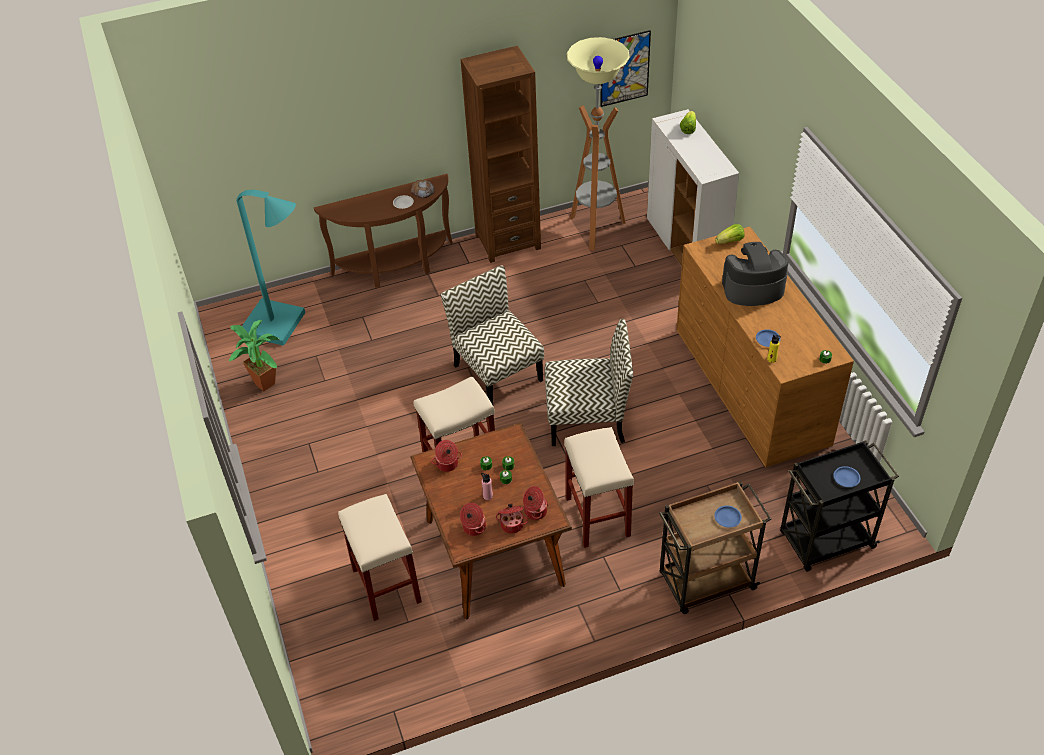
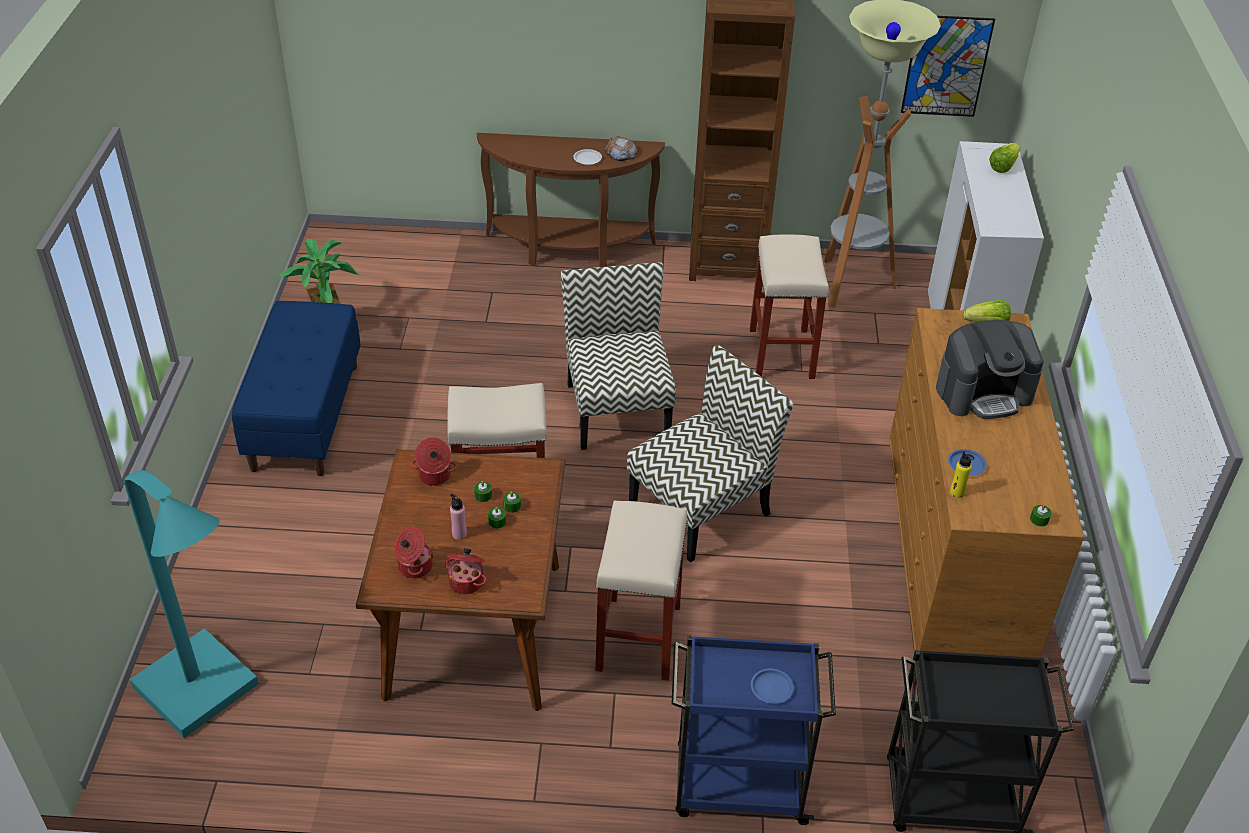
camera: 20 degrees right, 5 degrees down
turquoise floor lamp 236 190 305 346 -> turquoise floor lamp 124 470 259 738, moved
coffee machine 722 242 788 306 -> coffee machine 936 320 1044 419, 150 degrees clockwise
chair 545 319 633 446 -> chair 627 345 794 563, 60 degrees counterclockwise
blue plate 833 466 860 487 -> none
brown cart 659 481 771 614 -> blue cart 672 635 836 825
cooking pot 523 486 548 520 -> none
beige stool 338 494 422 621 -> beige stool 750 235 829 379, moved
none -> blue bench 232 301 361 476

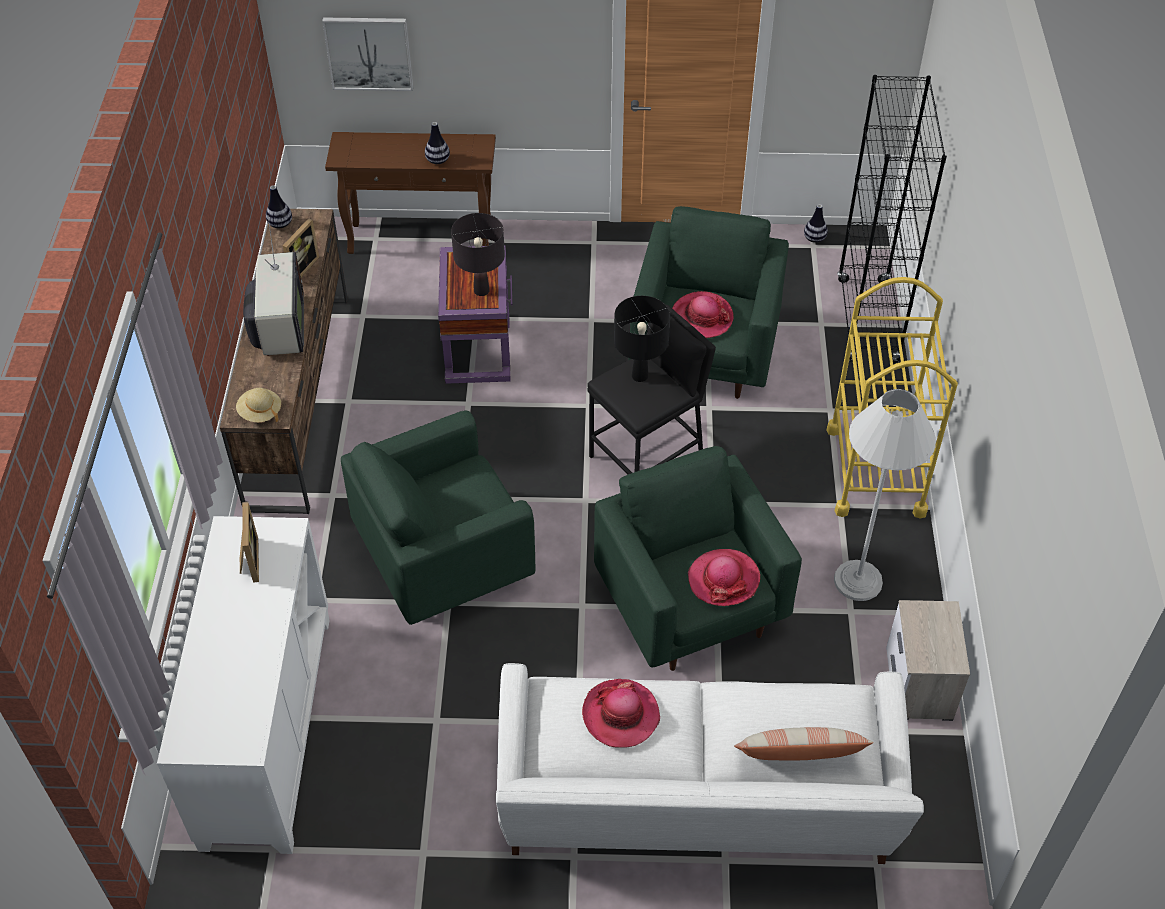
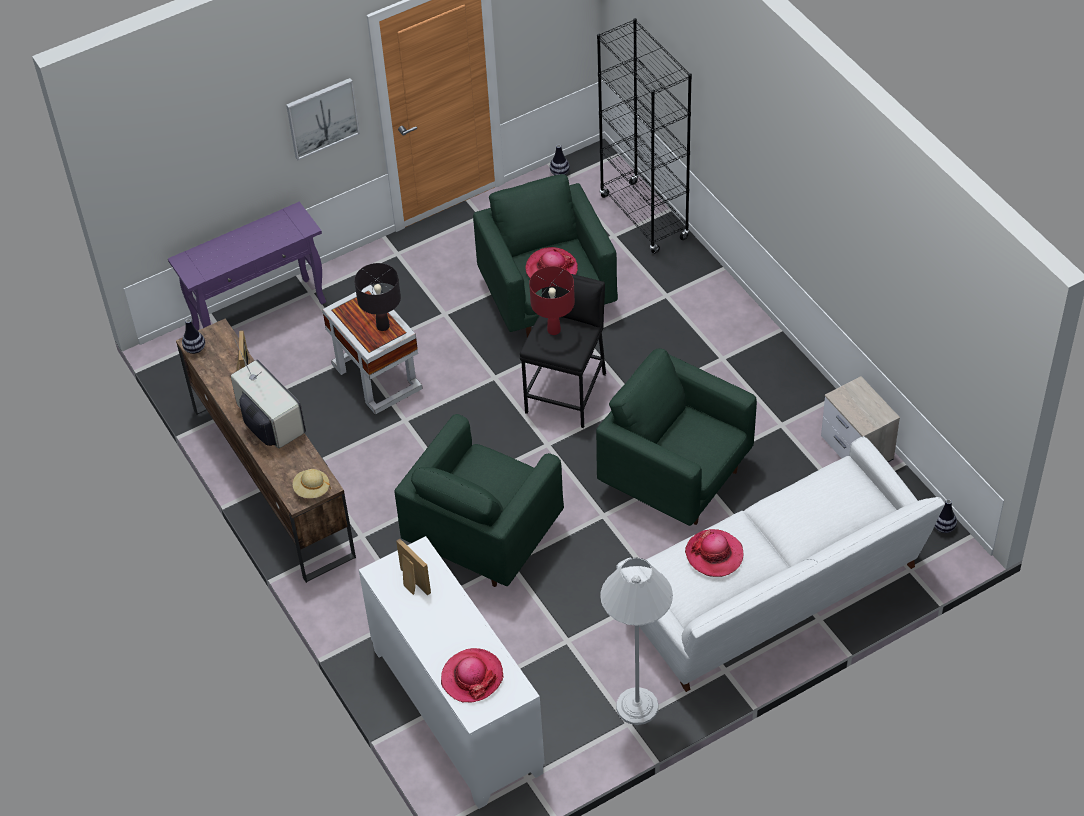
camera: 30 degrees left, 0 degrees up
picture 322 17 413 91 -> picture 286 78 360 160, moved
vase 425 122 450 164 -> vase 934 499 957 533, moved
brown console table 325 132 496 254 -> purple console table 168 202 326 331
purple side table 438 245 512 384 -> white side table 322 285 423 415
yellow cart 826 277 958 519 -> none
black table lamp 614 296 670 382 -> red table lamp 529 266 575 335
white floor lamp 834 389 936 601 -> white floor lamp 600 558 673 725, moved
hat 688 549 760 606 -> hat 441 648 504 703, moved
pillow 734 727 873 761 -> none

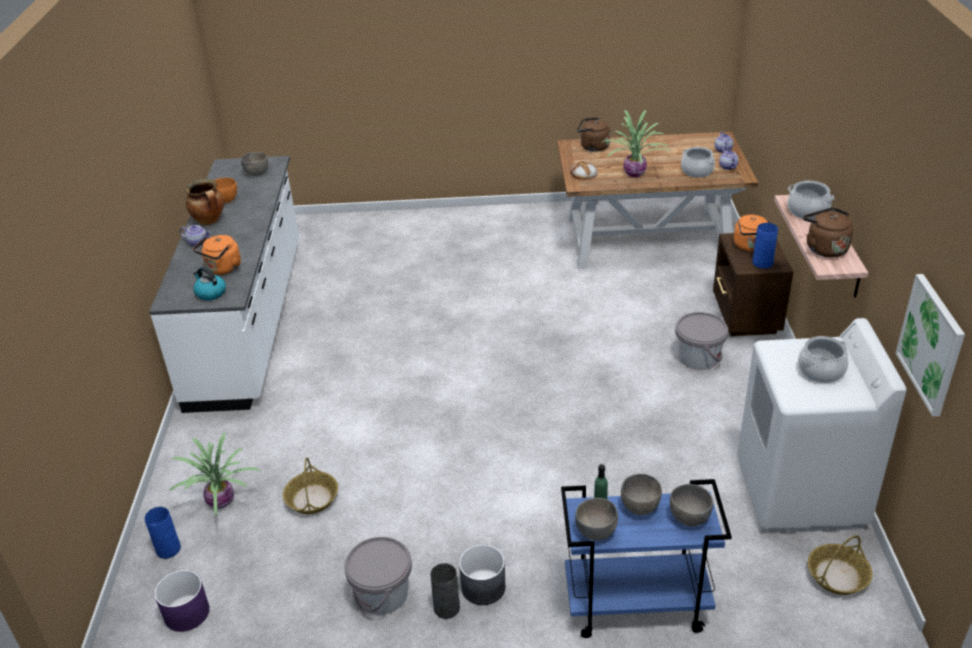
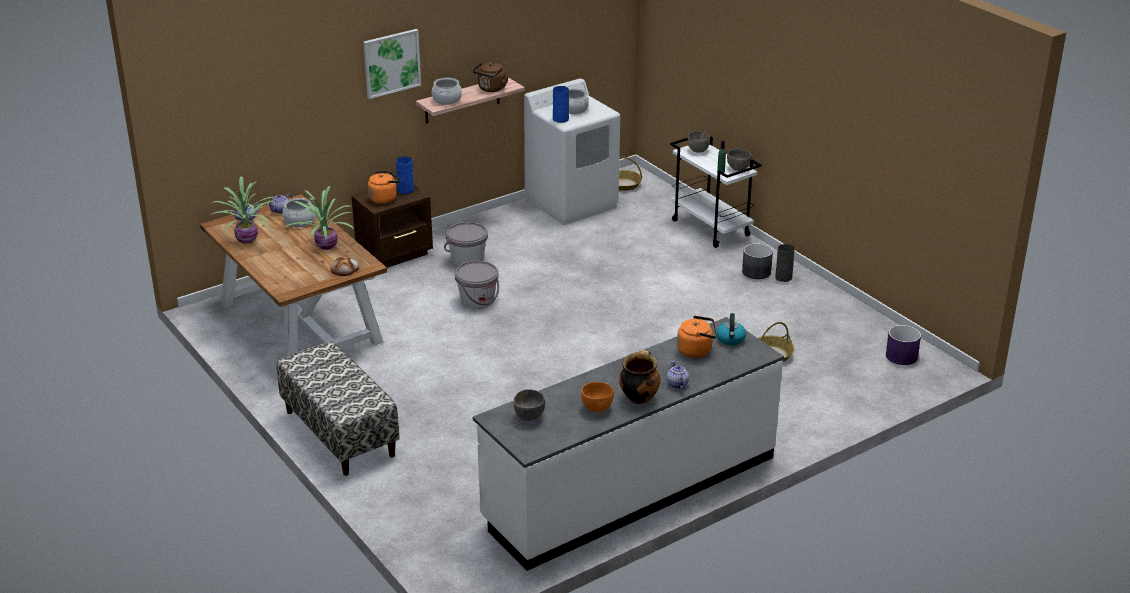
camera: 125 degrees left, 5 degrees down
brown kettle 577 117 610 152 -> none
picture 896 274 965 417 -> picture 363 29 421 99, moved
potted plant 169 432 261 515 -> potted plant 211 176 274 244, moved
grey bowl 621 474 662 515 -> none
blue cart 561 479 732 638 -> white cart 670 136 762 248
blue vase 145 507 181 559 -> blue vase 553 86 569 123, moved
grey bucket 344 537 412 615 -> grey bucket 455 261 499 309, moved
none -> bench 277 341 400 476

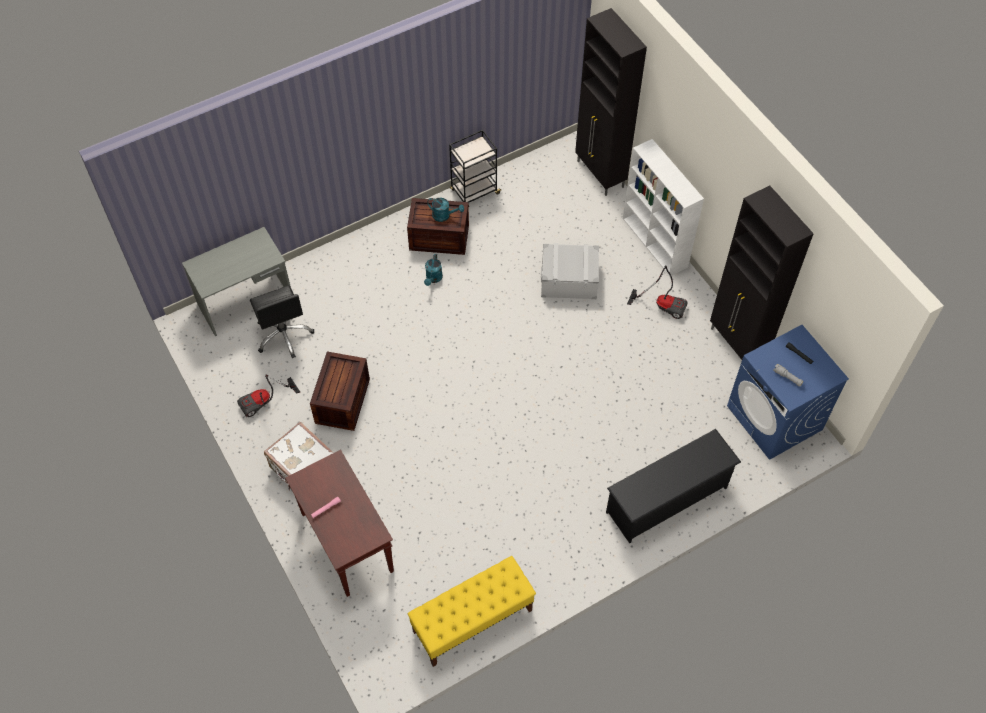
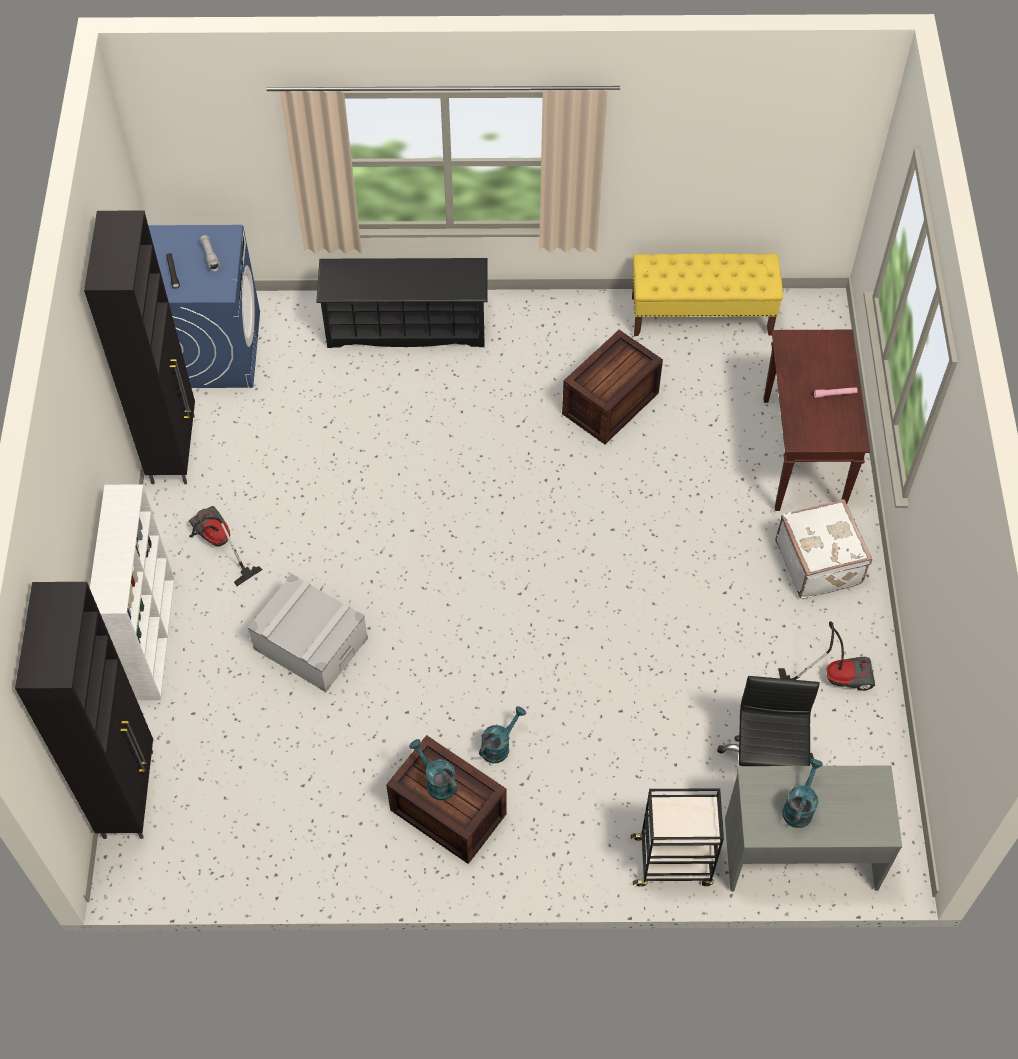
camera: 150 degrees left, 0 degrees up
black cart 449 130 502 207 -> black cart 631 788 724 887, moved
crate 310 352 370 431 -> crate 562 330 663 444, moved
none -> turquoise watering can 782 759 823 828

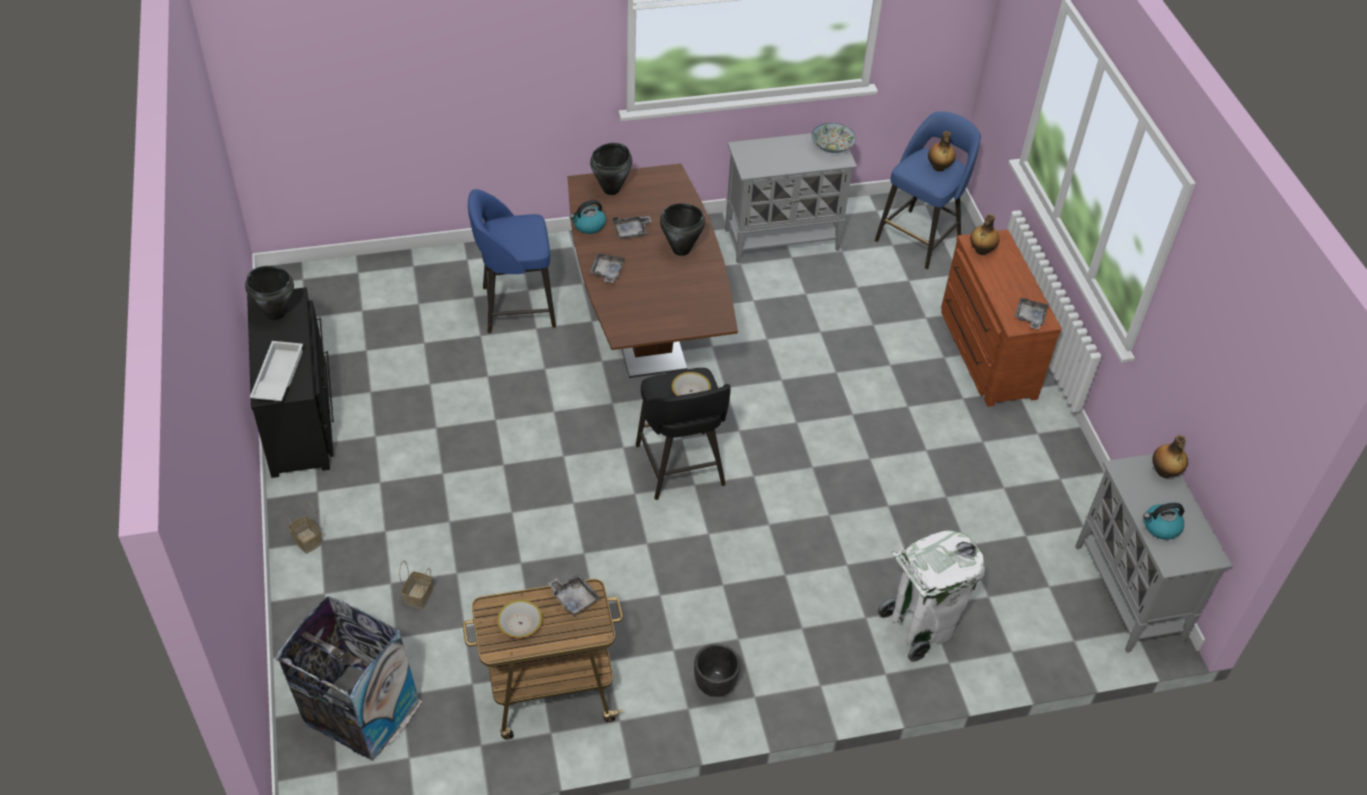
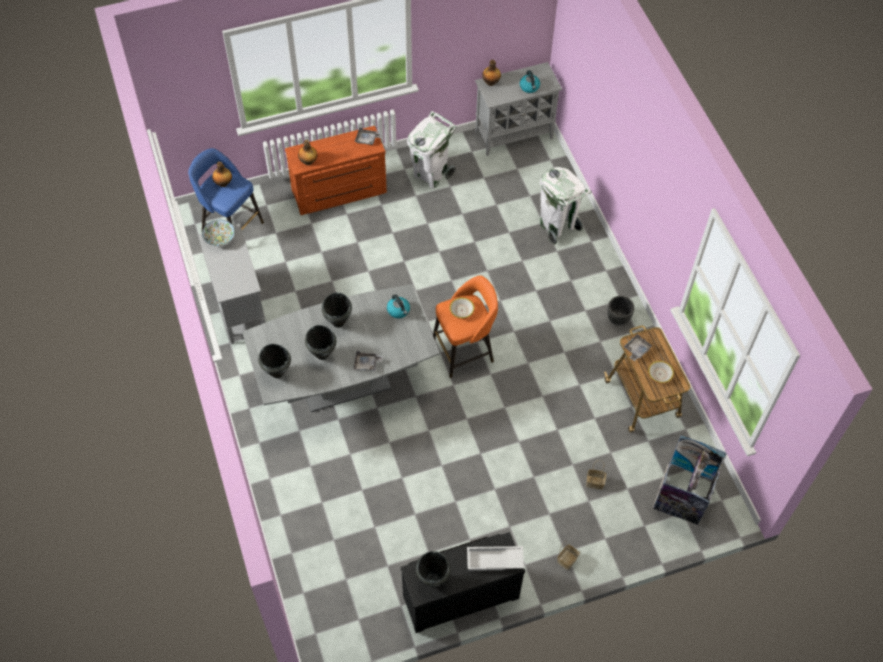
camera: 95 degrees left, 10 degrees up
brown dining table 568 163 738 378 -> grey dining table 242 284 440 412
blue stool 468 189 556 333 -> none
kettle 570 200 606 234 -> kettle 387 294 410 318, moved
grey tray 613 215 652 239 -> black cooking pot 305 325 336 360
black stool 636 368 731 500 -> orange stool 433 275 498 378
none -> white trash can 407 111 456 189

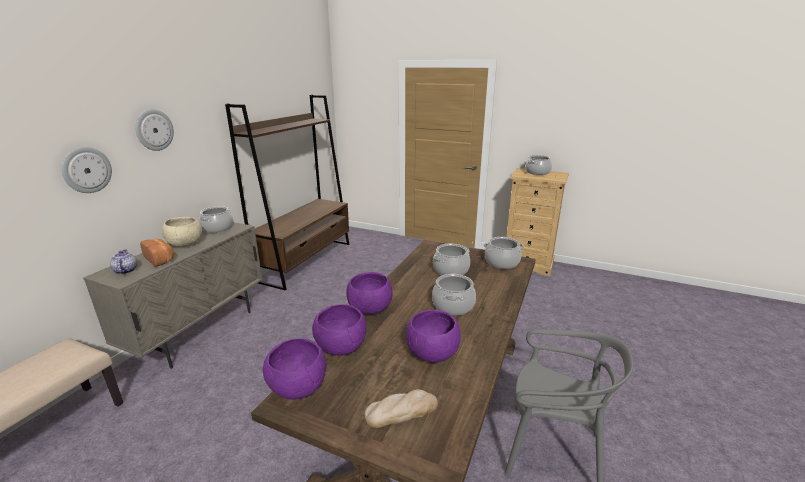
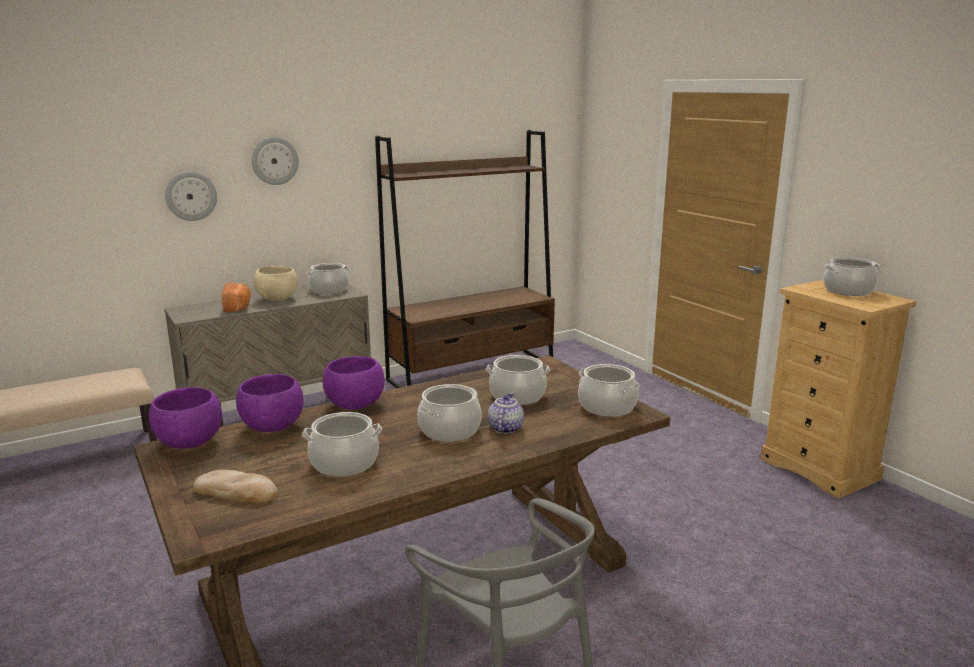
camera: 35 degrees right, 5 degrees down
teapot 110 249 137 274 -> teapot 488 393 524 434, moved
purple bowl 406 310 461 363 -> cooking pot 302 412 382 476

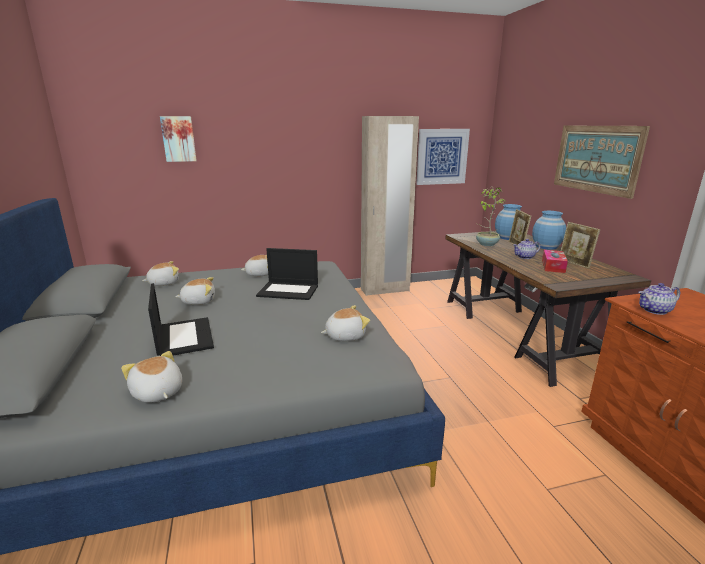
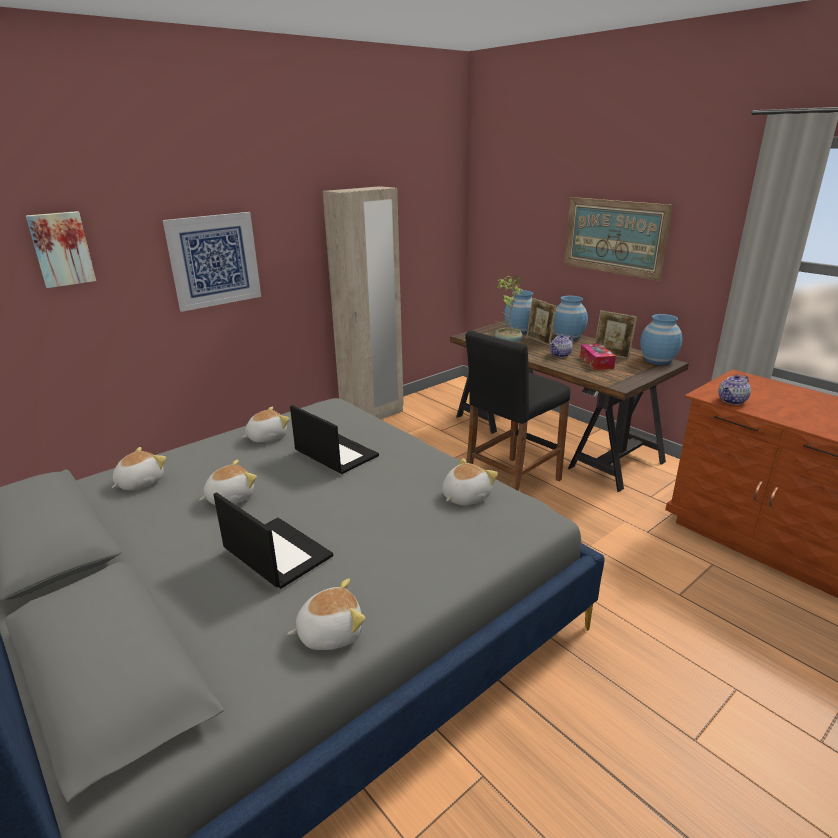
camera: 25 degrees left, 5 degrees up
picture 416 129 470 185 -> picture 163 212 261 312, moved
laptop 256 248 318 300 -> laptop 290 405 379 474, 120 degrees counterclockwise
plush toy 121 351 182 403 -> plush toy 287 579 365 650, 135 degrees clockwise
none -> blue vase 640 314 683 365
none -> black stool 465 330 570 491

